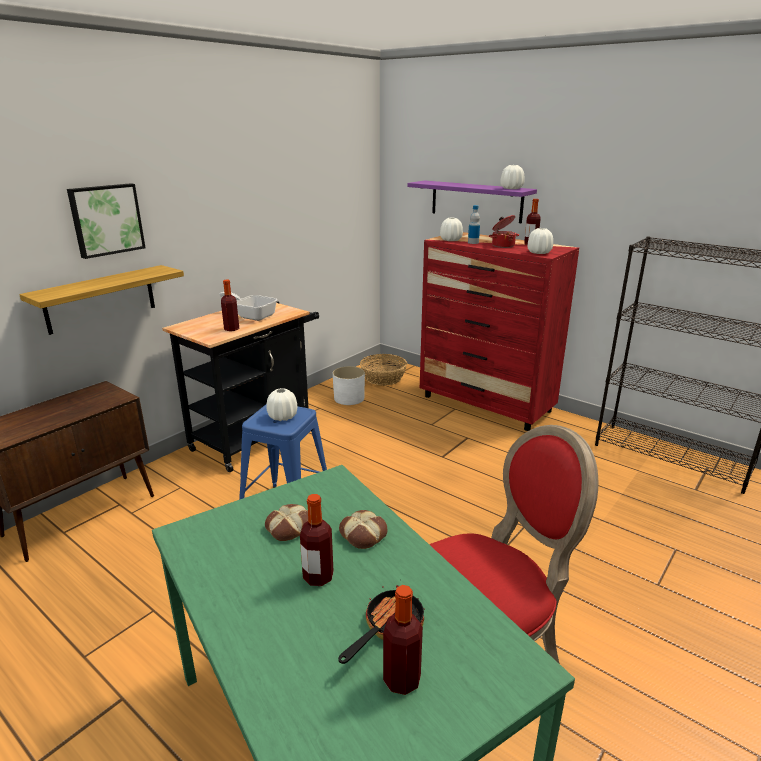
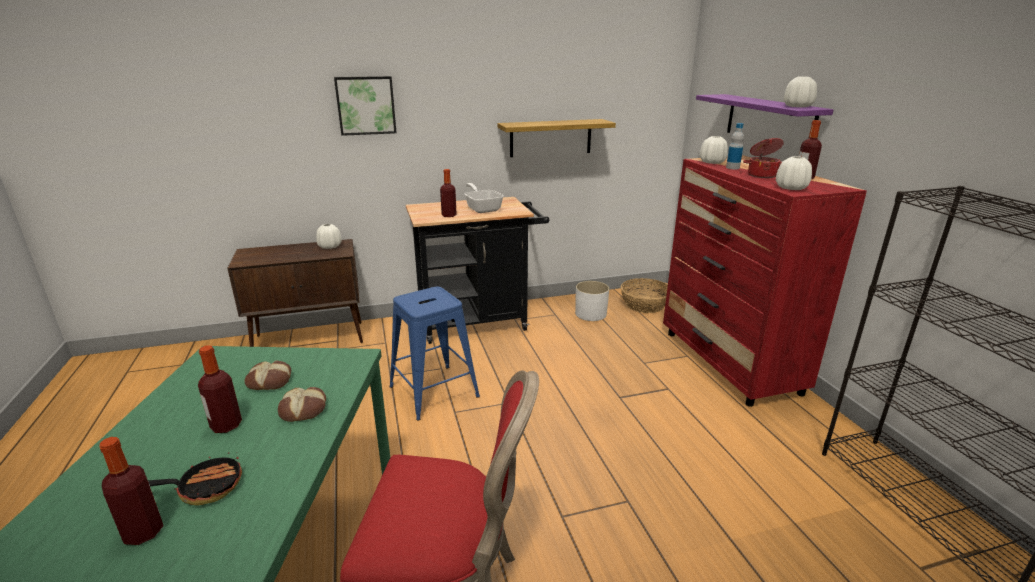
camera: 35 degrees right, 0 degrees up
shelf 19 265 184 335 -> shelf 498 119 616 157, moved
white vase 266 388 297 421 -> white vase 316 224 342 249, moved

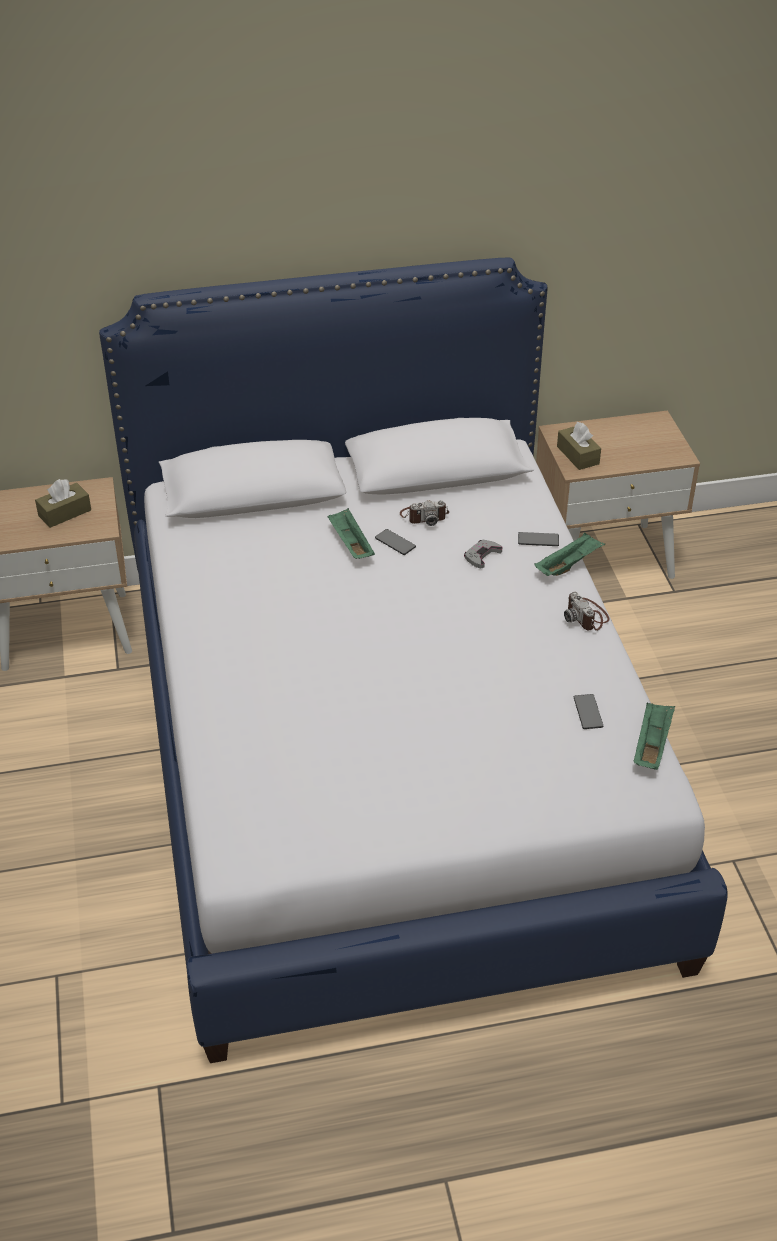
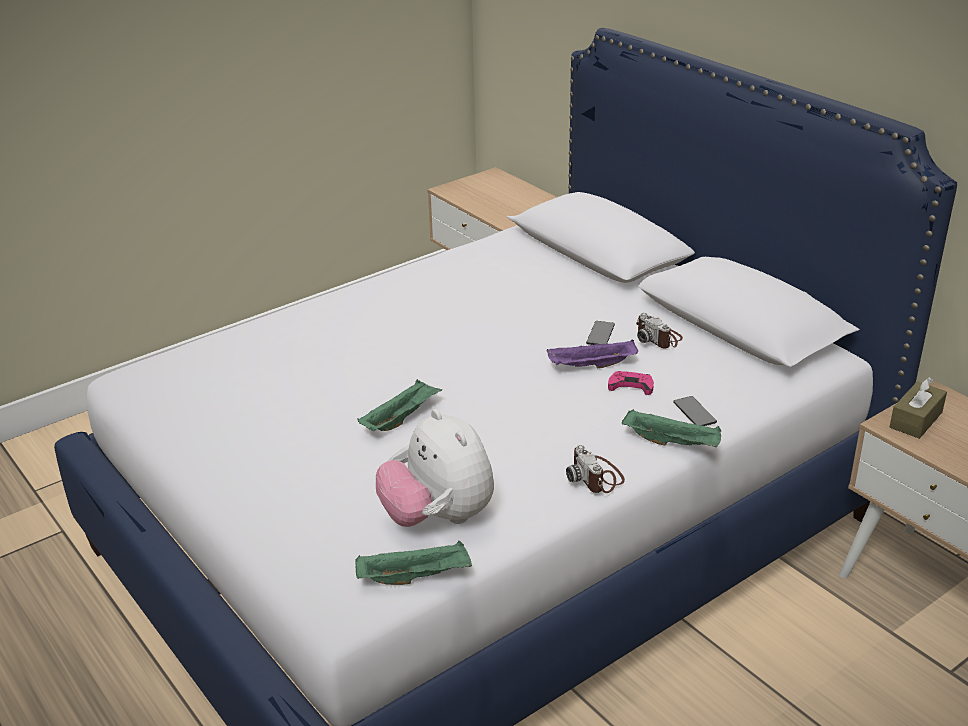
camera: 65 degrees right, 10 degrees down
brown tissue box 35 479 91 528 -> none
green tray 328 508 375 559 -> green tray 357 379 442 431, moved
grey game controller 464 540 502 568 -> pink game controller 608 371 654 395
photo camera 564 592 610 631 -> photo camera 566 445 625 493, 60 degrees counterclockwise
phone 574 694 603 729 -> plush toy 376 409 494 527
none -> purple tray 547 339 638 368

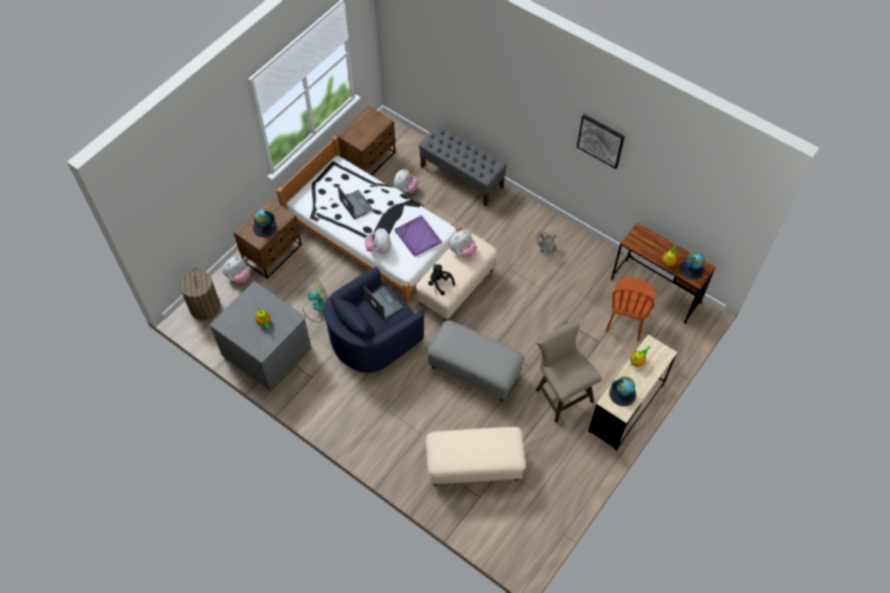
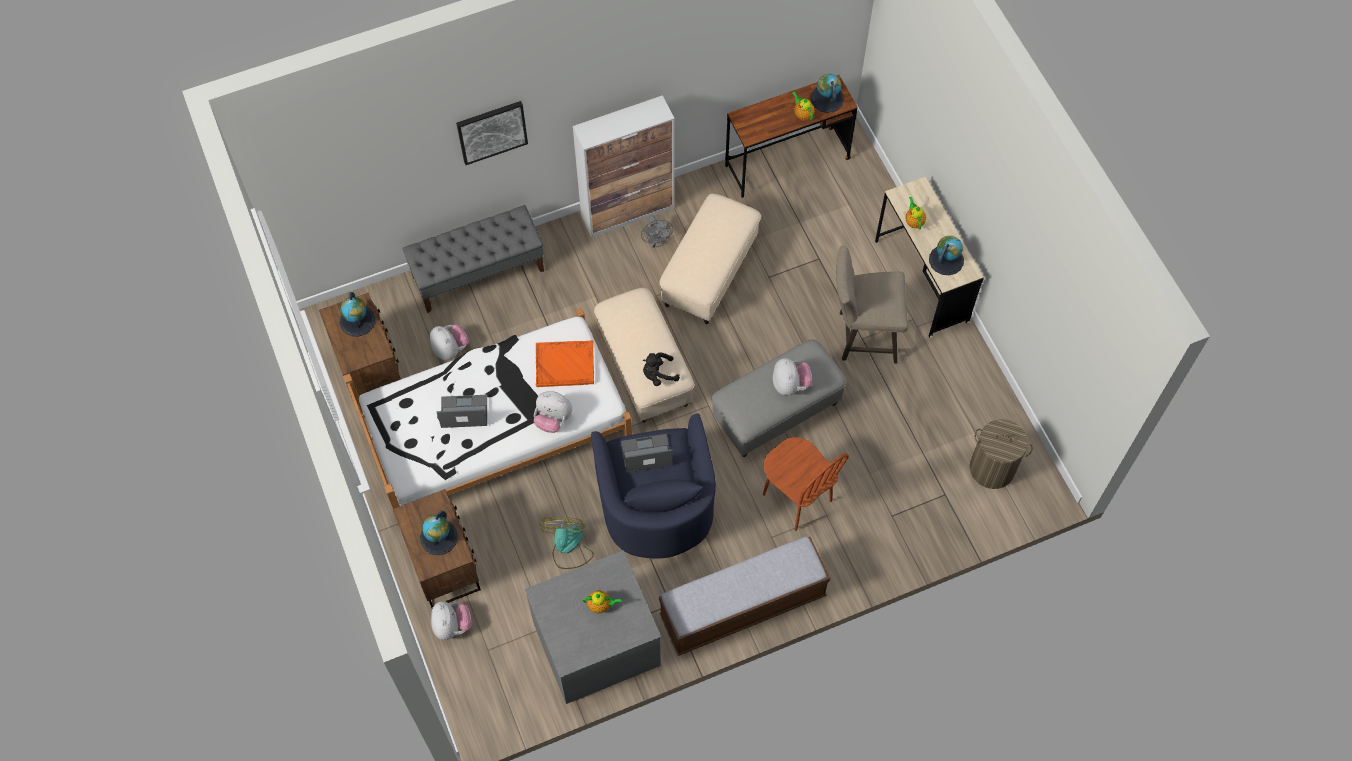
camera: 60 degrees left, 5 degrees up
picture 577 114 625 169 -> picture 456 101 528 165, moved
purple tray 394 215 442 256 -> orange tray 536 340 594 387
plush toy 449 230 477 258 -> plush toy 773 358 812 396, moved
laundry basket 179 268 221 320 -> laundry basket 970 419 1033 489, moved
brown chair 606 277 656 341 -> brown chair 763 437 849 531, moved
beige ottoman 426 427 526 486 -> beige ottoman 659 194 761 324, moved
none -> cabinet 573 95 675 238
none -> globe 340 292 375 337
none -> bench 659 536 830 656

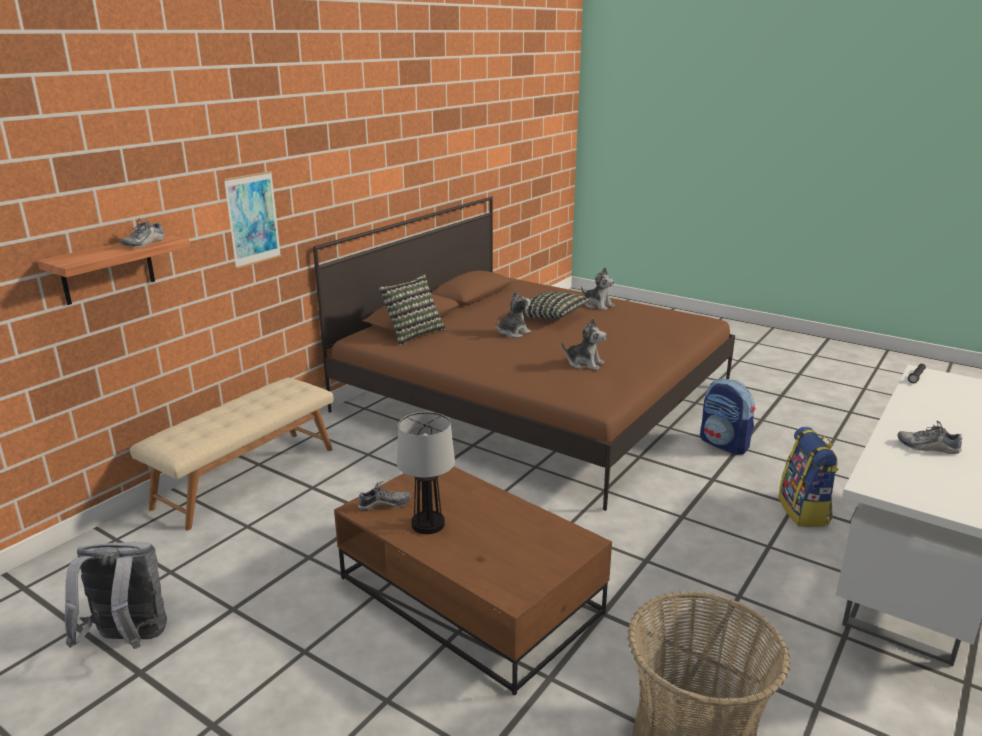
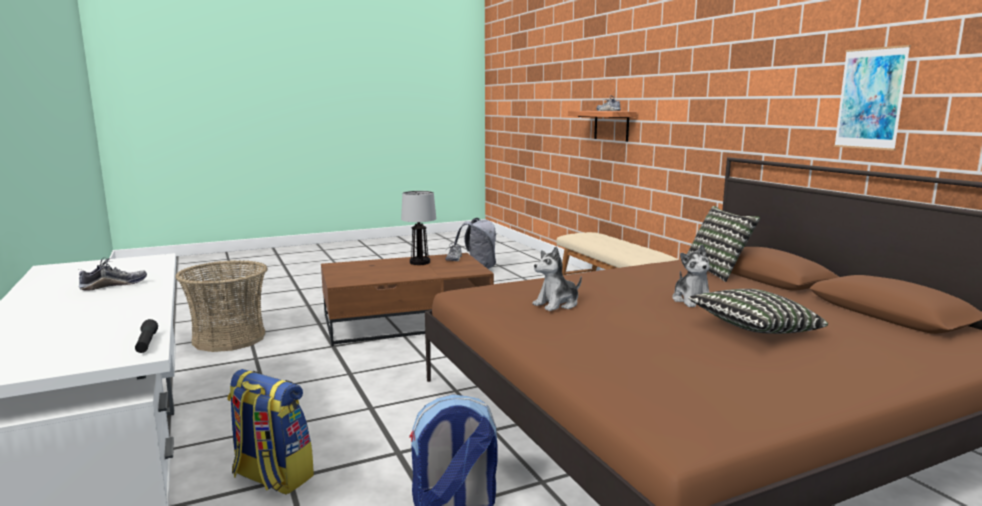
camera: 120 degrees right, 10 degrees down
picture 223 171 281 269 -> picture 834 45 911 151, moved
plush toy 581 267 615 310 -> none

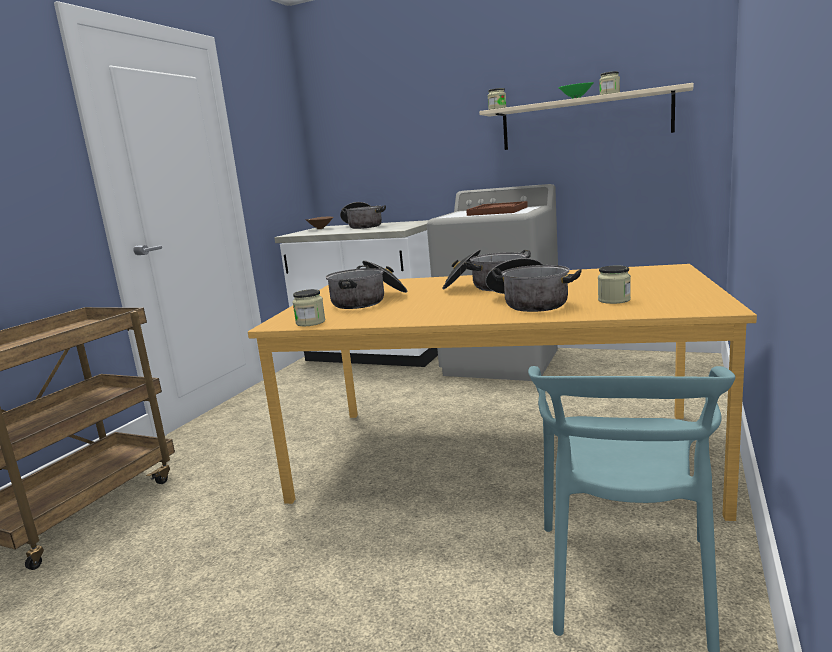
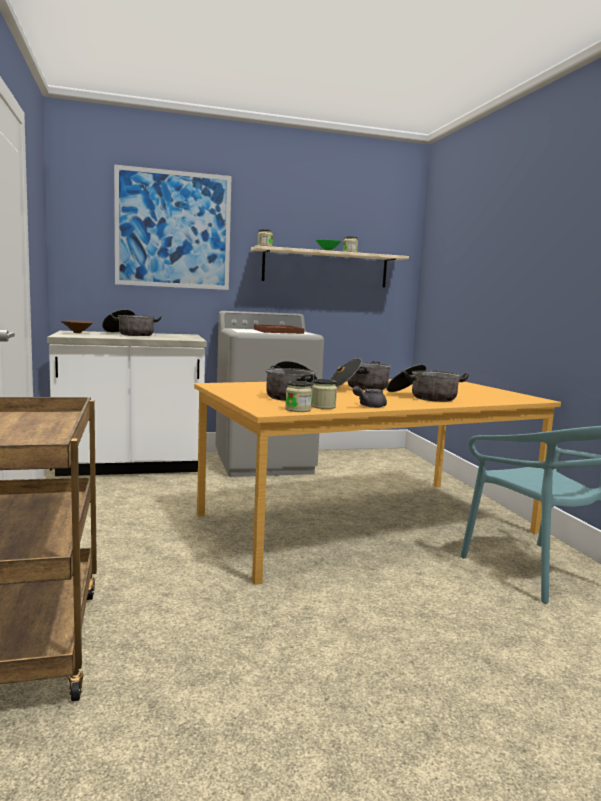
camera: 40 degrees left, 5 degrees down
jar 598 266 631 304 -> jar 311 379 337 409, moved
none -> picture 114 164 232 290
none -> grey teapot 352 386 387 408

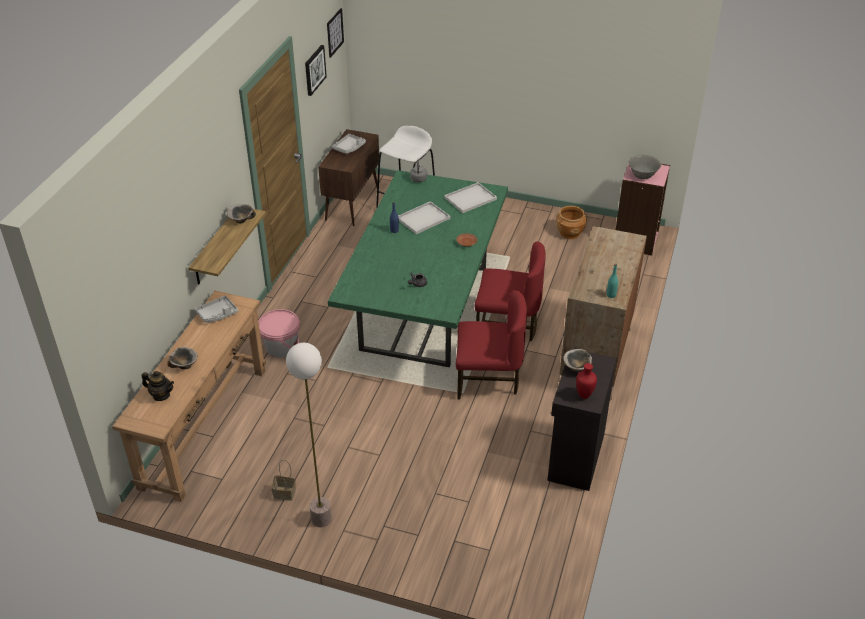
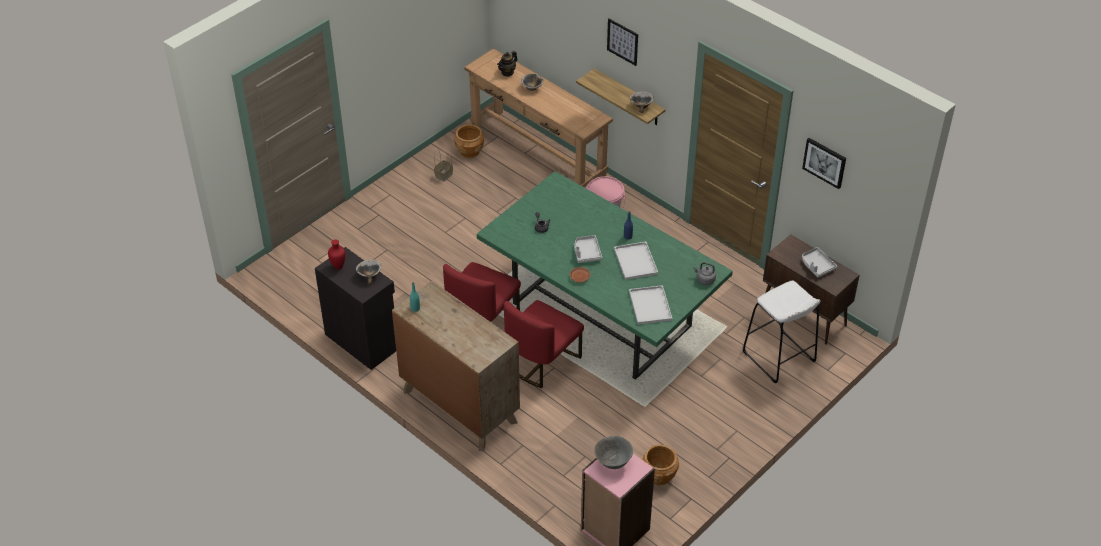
camera: 115 degrees right, 5 degrees up
picture 327 8 344 58 -> picture 607 19 638 66, moved
grey tray 195 295 238 323 -> grey tray 574 235 602 263, moved
floor lamp 286 343 332 527 -> none
none -> brown planter 454 124 484 158

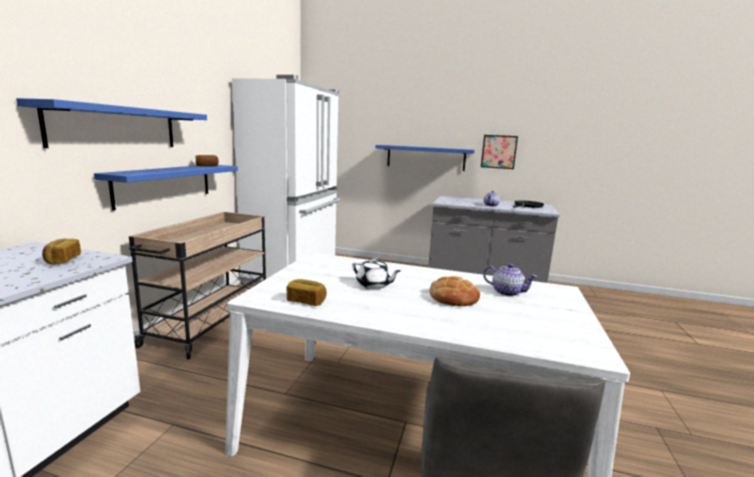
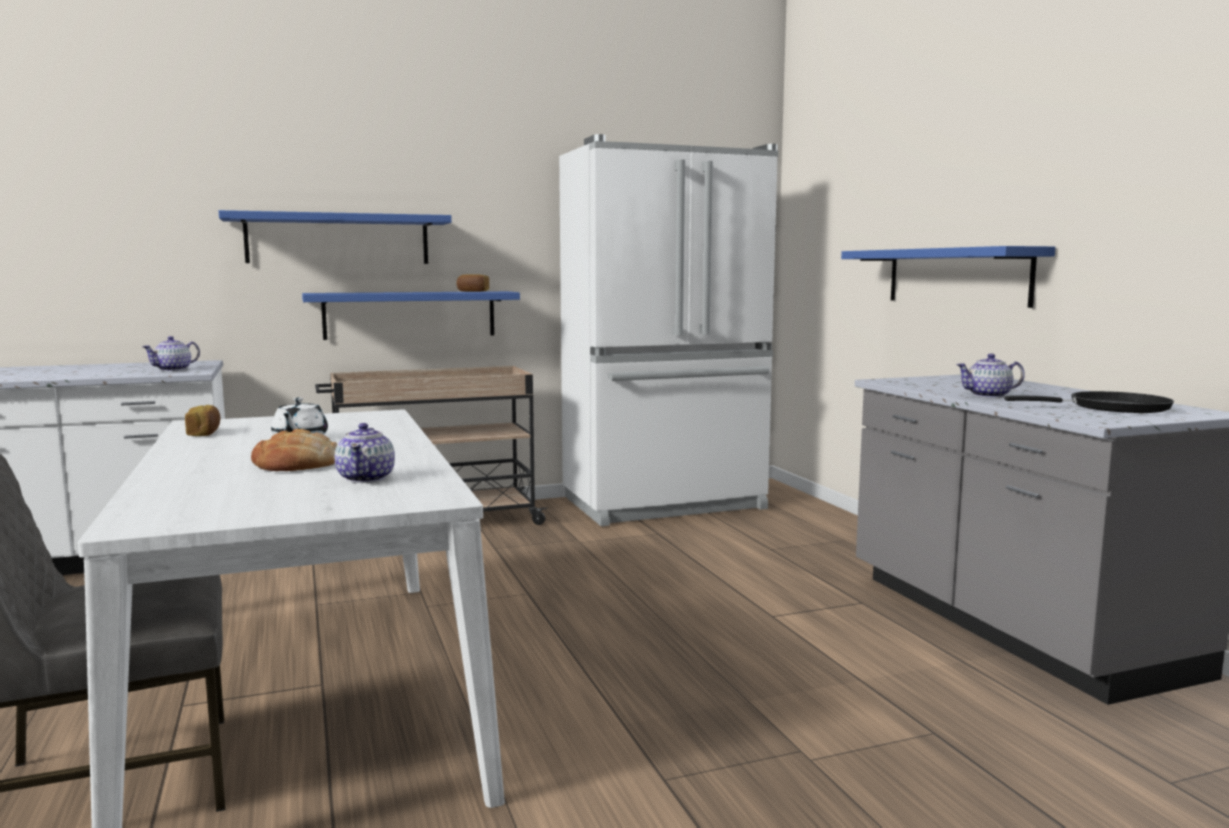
camera: 55 degrees right, 5 degrees down
picture 481 135 518 169 -> none
bread 42 239 81 265 -> teapot 142 336 200 371

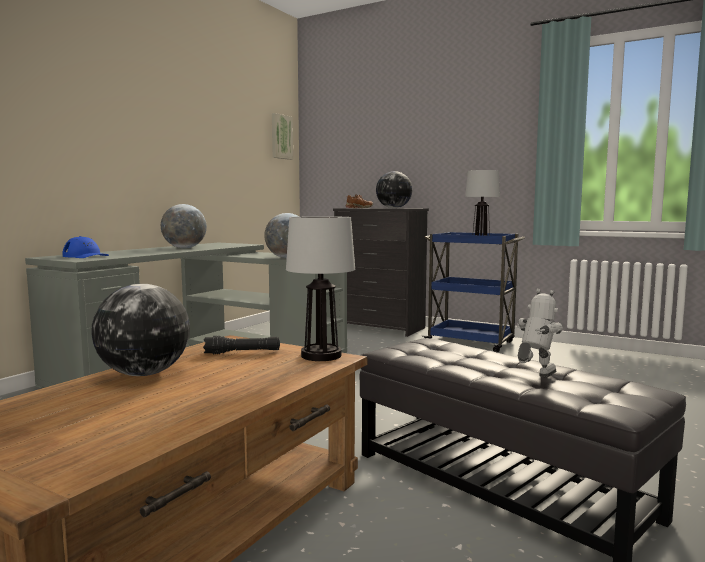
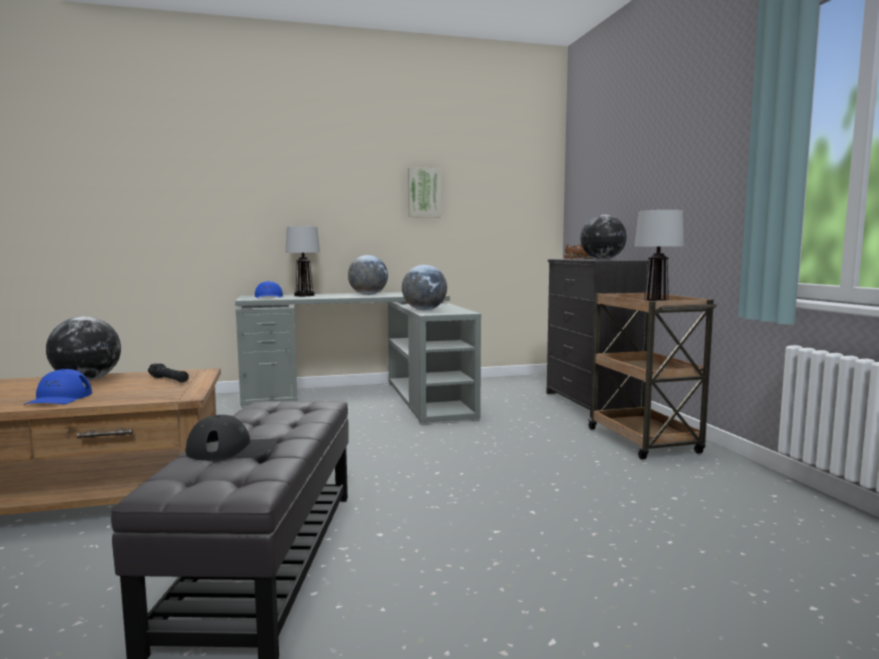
camera: 45 degrees right, 0 degrees up
picture 272 113 293 160 -> picture 408 167 441 217, moved
table lamp 286 216 355 361 -> table lamp 286 226 320 296, moved
blue cart 422 232 525 353 -> brown cart 587 292 717 460
toy robot 517 289 563 377 -> black cap 185 415 277 461
none -> blue cap 24 369 92 405

